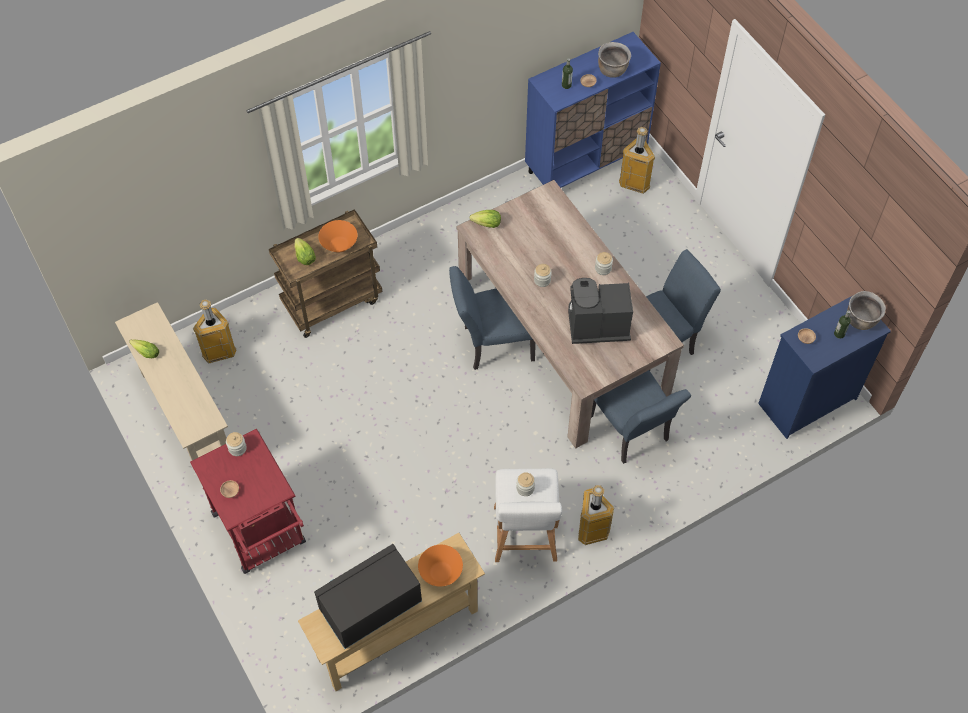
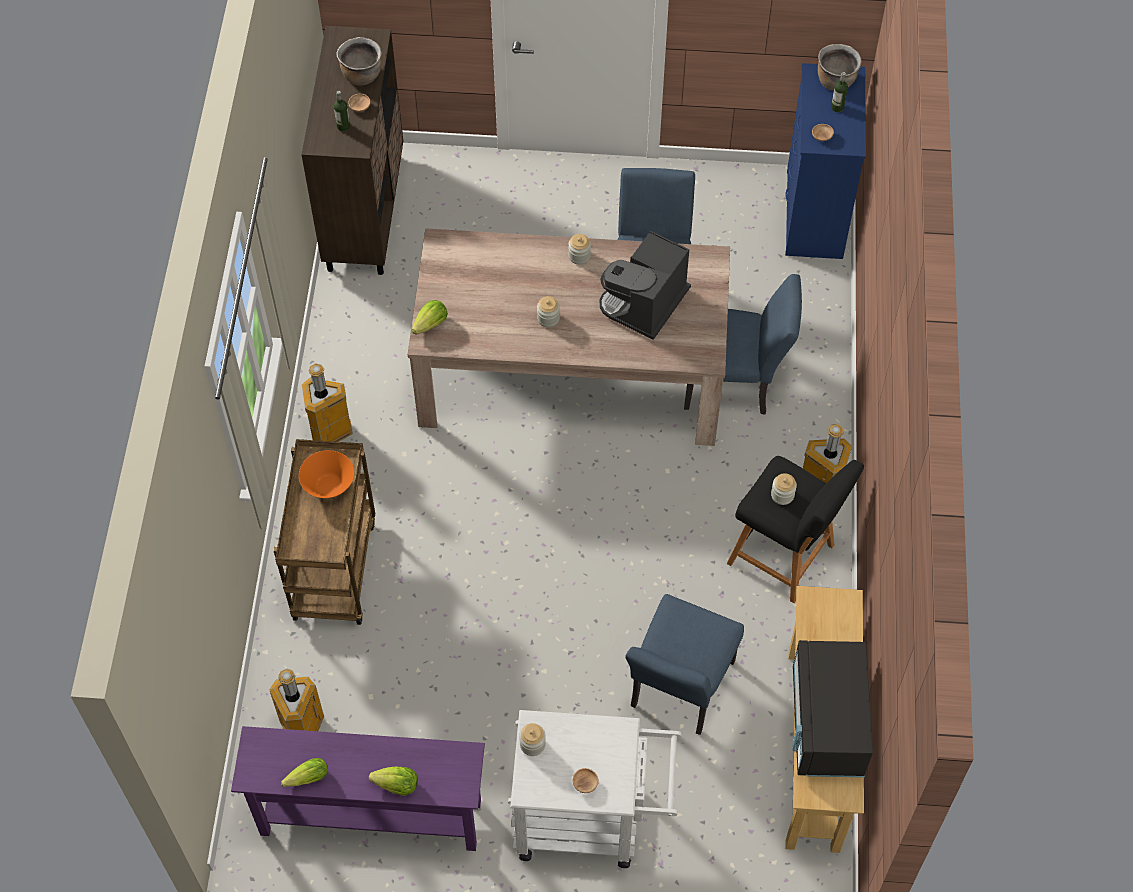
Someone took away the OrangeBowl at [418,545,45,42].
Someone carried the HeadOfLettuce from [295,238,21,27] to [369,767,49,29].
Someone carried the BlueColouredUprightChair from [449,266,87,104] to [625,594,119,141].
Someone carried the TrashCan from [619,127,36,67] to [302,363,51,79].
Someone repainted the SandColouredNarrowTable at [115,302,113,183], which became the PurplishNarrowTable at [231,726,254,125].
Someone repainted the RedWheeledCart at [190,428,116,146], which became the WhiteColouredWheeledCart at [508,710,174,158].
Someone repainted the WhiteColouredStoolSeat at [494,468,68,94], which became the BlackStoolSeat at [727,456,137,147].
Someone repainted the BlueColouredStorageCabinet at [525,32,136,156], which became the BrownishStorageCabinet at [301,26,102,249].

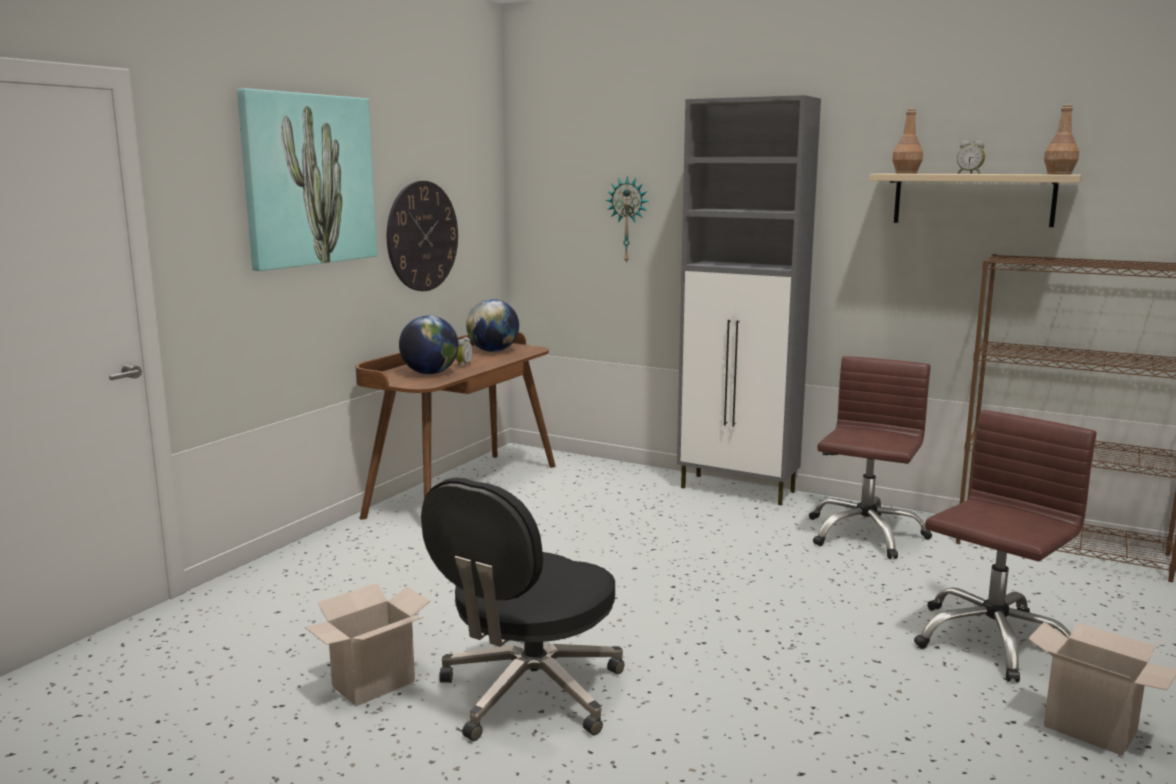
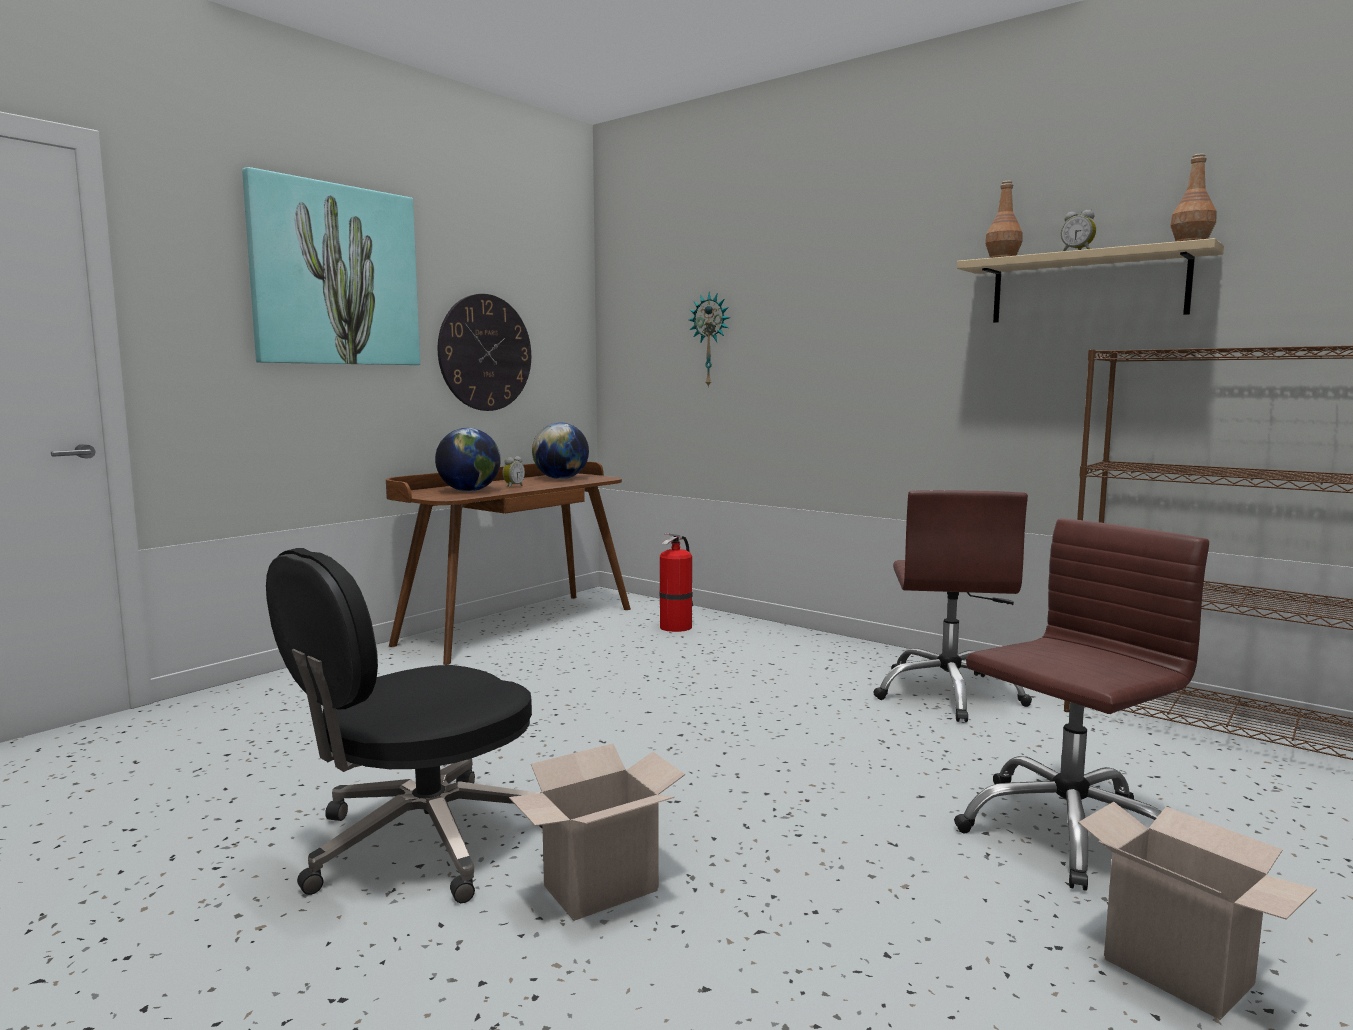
Someone took away the GrayStorageCabinet at [677,95,144,410].
Someone put down the FireFightingCylinder at [660,533,33,99].
Someone carried the Carton from [304,583,127,123] to [509,744,176,177].
Someone rotated the BrownishOfficeChair at [809,356,123,203] by 150 degrees clockwise.

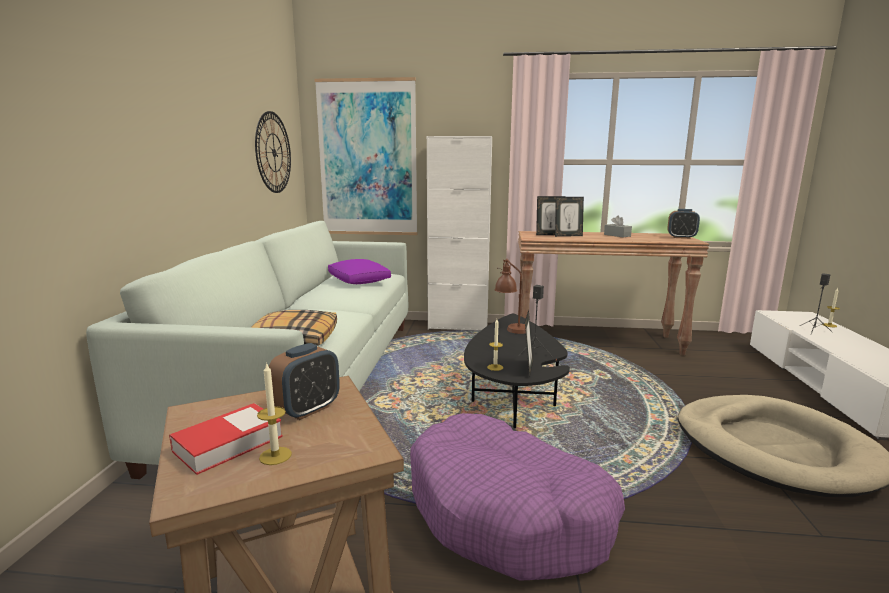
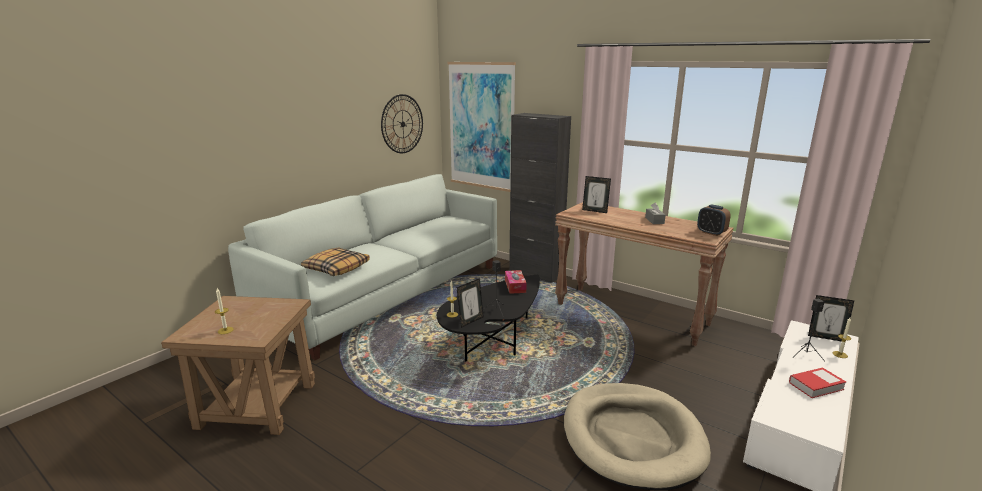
Someone took away the BedsideClock at [268,343,72,77].
Someone took away the PurplishThrowPillow at [328,259,63,25].
Someone took away the PurplishDogBed at [410,413,215,168].
Someone carried the Volume from [169,403,114,72] to [789,368,57,30].
Someone carried the PictureFrame from [555,197,29,40] to [808,295,46,47].
Someone swapped the BrownishLampForATable at [495,259,31,75] for the TissueHolder at [505,270,22,24].
Someone repainted the WhiteColouredStorageCabinet at [427,136,65,195], which became the BlackStorageCabinet at [509,113,62,170].

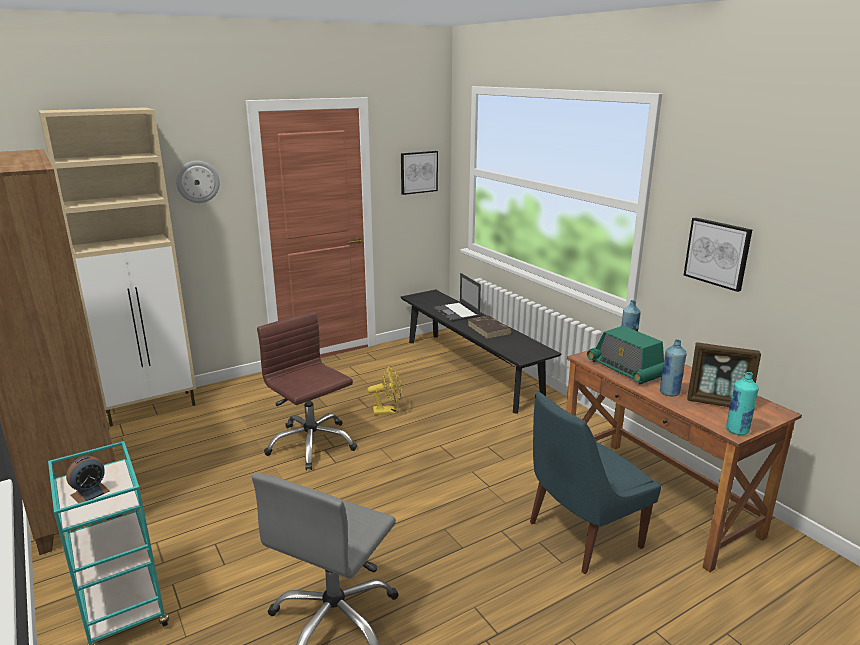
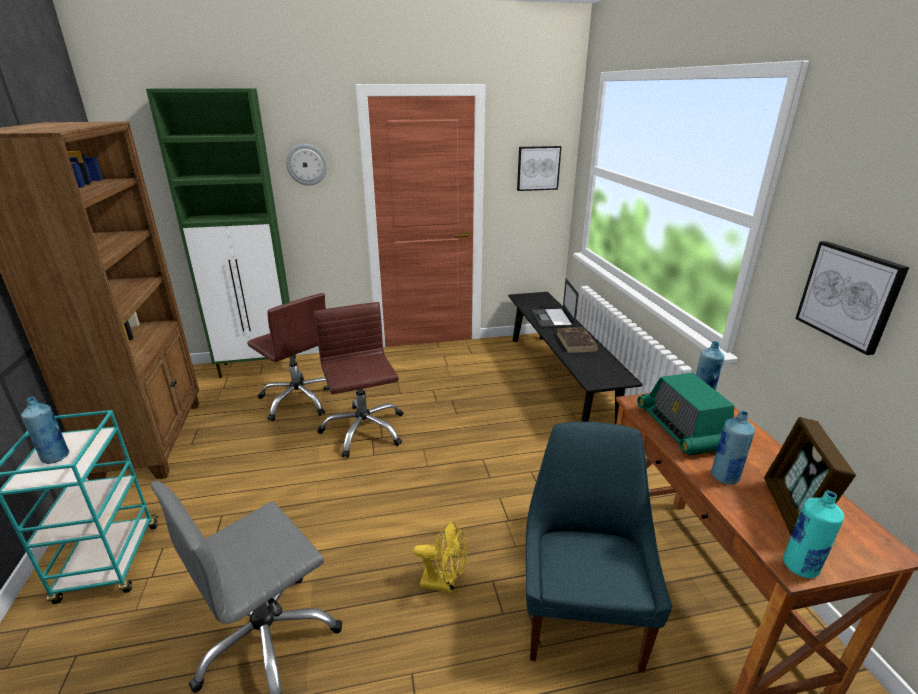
Someone put down the BrownishOfficeChair at [247,293,79,128].
Someone carried the YellowishFan from [367,367,35,48] to [413,521,54,72].
Someone swapped the BedsideClock at [66,455,44,48] for the BlueColouredDrinkBottle at [21,397,48,67].
Someone repainted the SandColouredStorageCabinet at [38,107,158,319], which became the GreenColouredStorageCabinet at [146,89,150,289].
Someone rotated the BlueColouredUprightChair at [530,391,132,183] by 105 degrees clockwise.
Someone rotated the PictureFrame at [687,342,74,65] by 60 degrees clockwise.

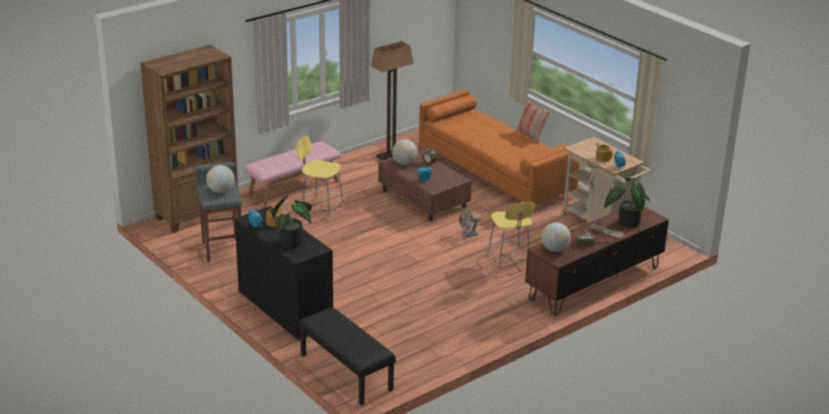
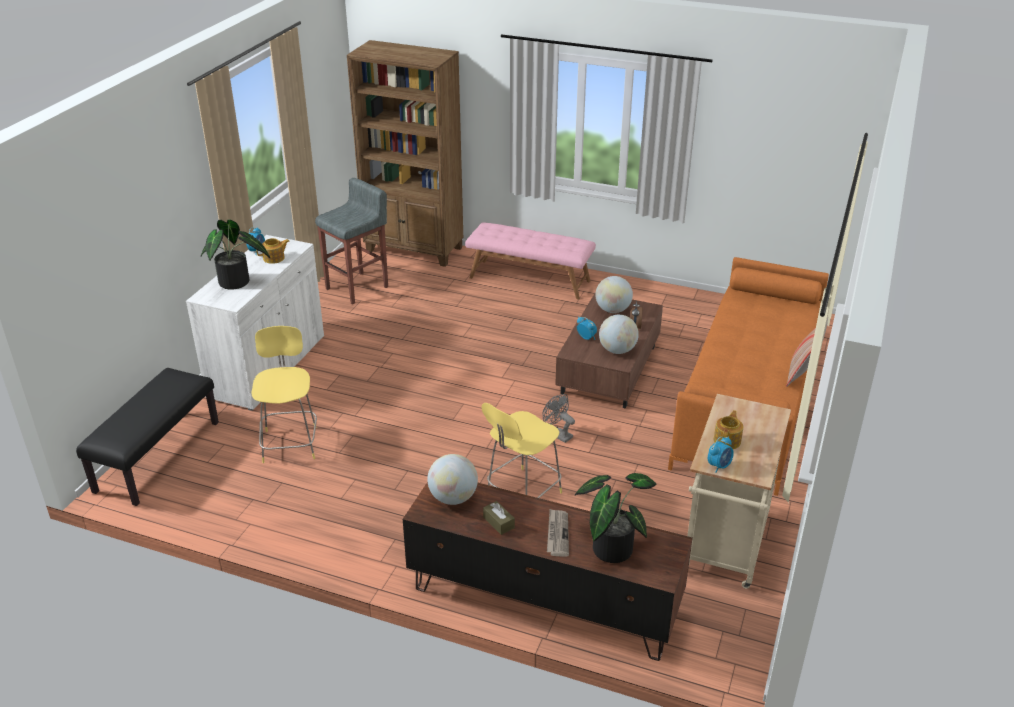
Someone took away the StandardLamp at [371,41,43,119].
Someone carried the DeskGlobe from [206,165,29,28] to [599,314,40,40].
Someone carried the YellowishStoolSeat from [296,135,48,86] to [252,326,65,137].
Someone repainted the BlackStorageCabinet at [235,206,98,135], which became the WhiteColouredStorageCabinet at [186,235,138,176].

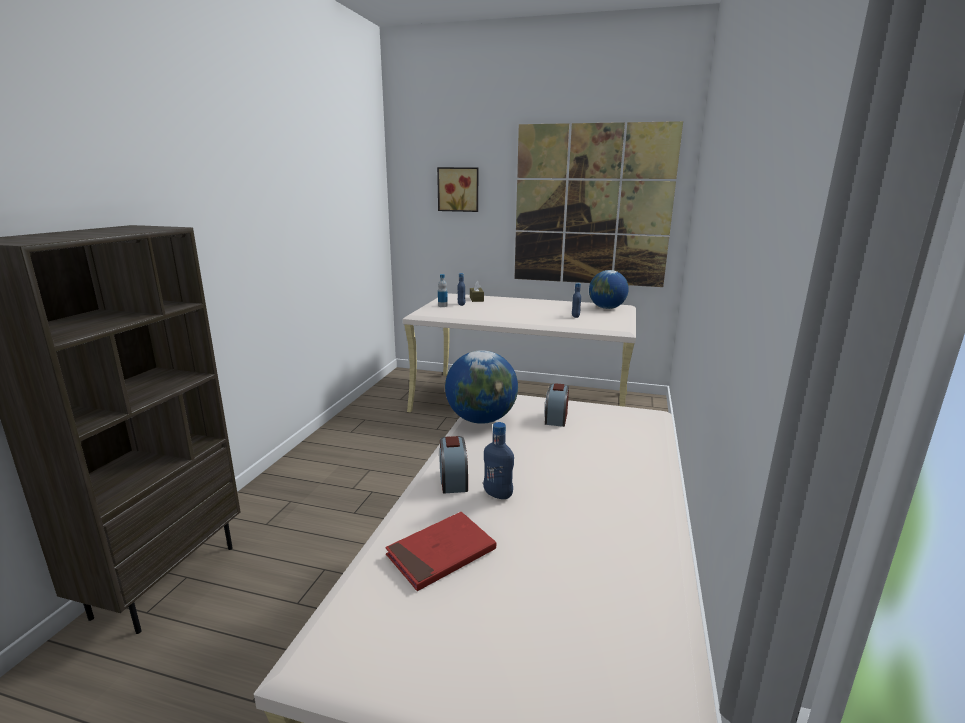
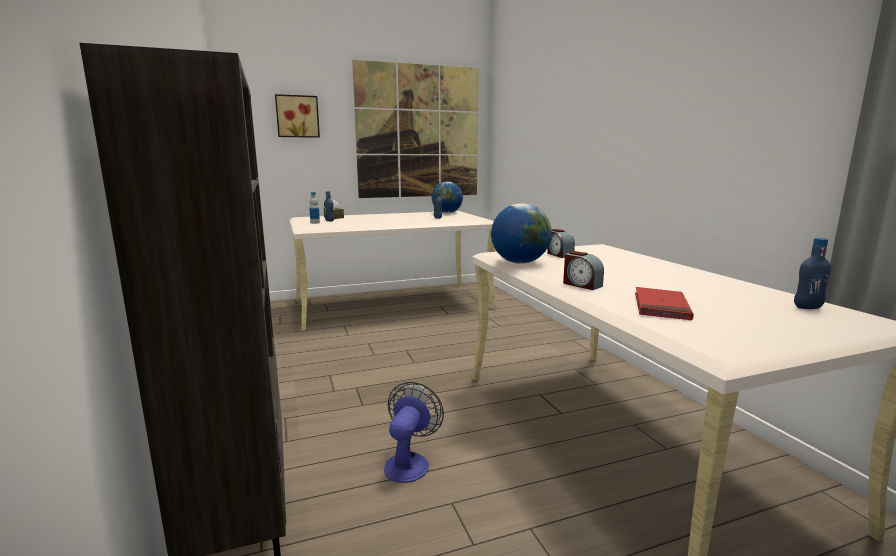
Someone put down the Fan at [384,382,60,101].
Someone carried the BlueColouredDrinkBottle from [483,422,31,77] to [794,238,37,71].

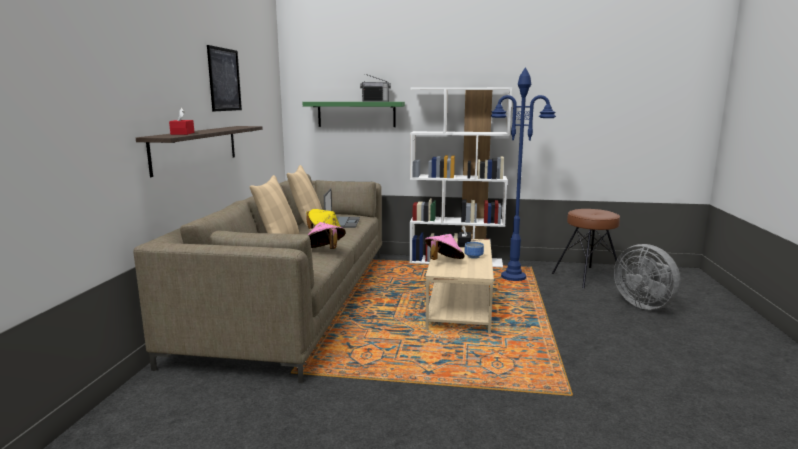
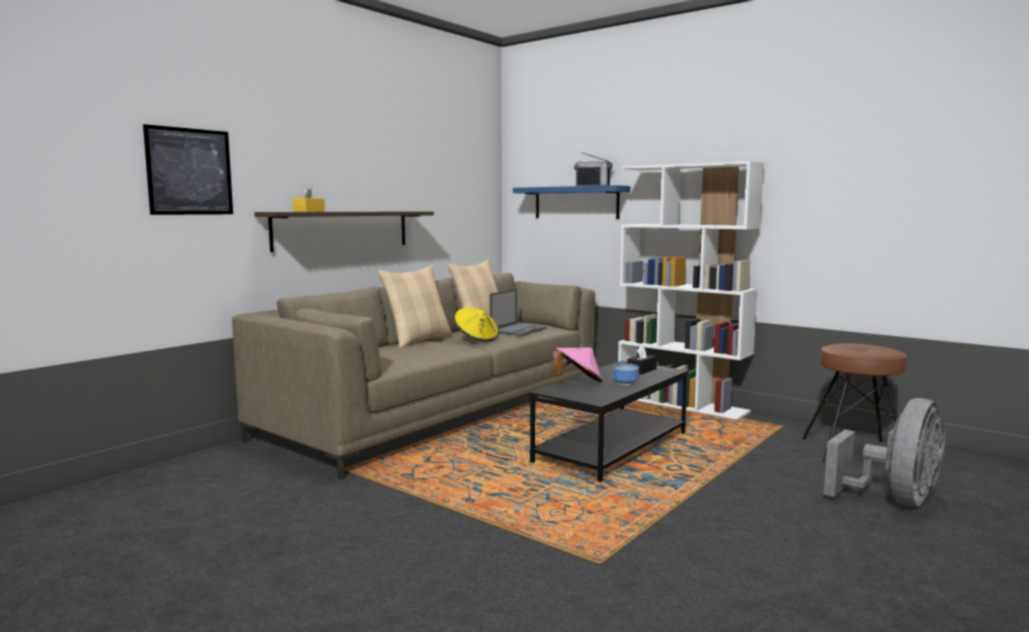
Someone took away the PinkColouredWearableHat at [308,222,38,27].
Someone took away the BlueColouredStandardLamp at [491,67,65,214].
Someone carried the WallPicture from [207,45,35,66] to [143,124,90,91].
Someone repainted the RedTissueHolder at [169,108,25,27], which became the YellowishTissueHolder at [293,186,32,26].
Someone repainted the GreenColouredBracketShelf at [302,102,103,25], which became the BlueColouredBracketShelf at [513,185,117,34].
Someone repainted the SandColouredCoffeeTable at [425,238,69,95], which became the BlackCoffeeTable at [529,360,159,122].
Someone rotated the GrayFan at [614,244,67,66] by 135 degrees counterclockwise.

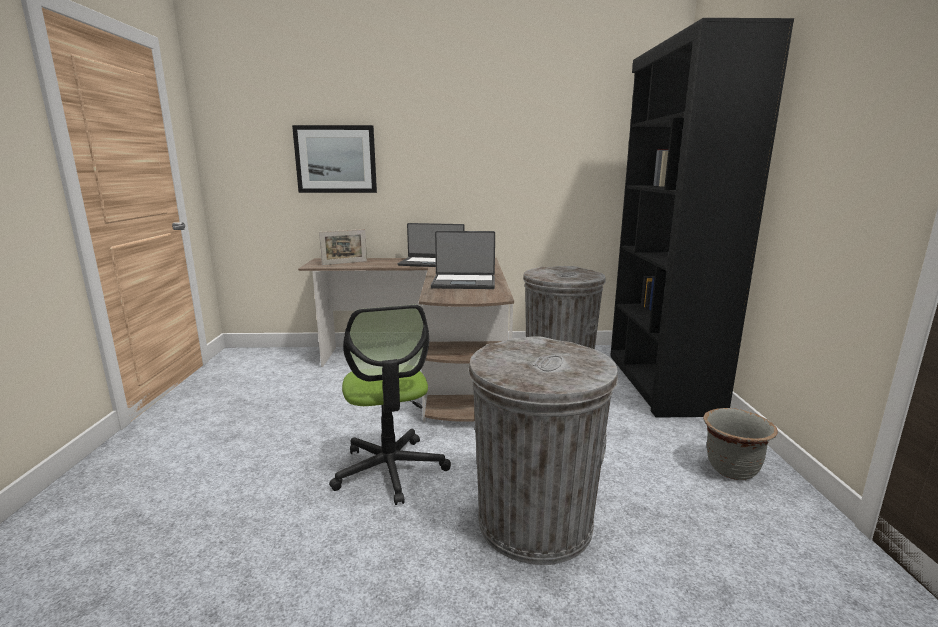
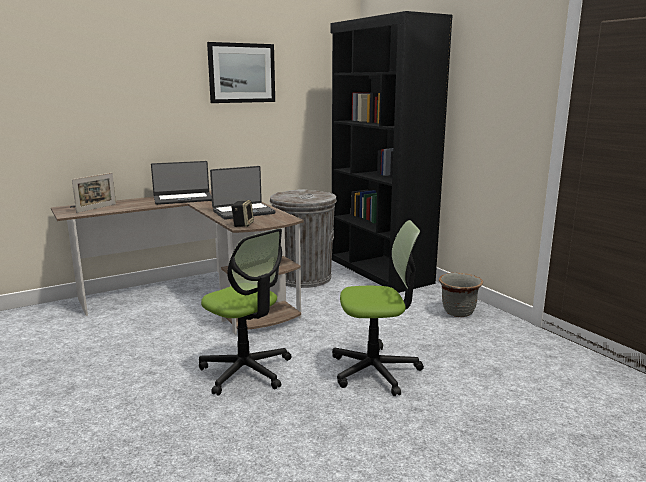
Someone put down the Speaker at [231,200,23,27].
Someone carried the WallPicture from [292,125,85,68] to [207,42,68,61].
Someone swapped the GrayTrashCan at [468,336,150,229] for the OfficeChair at [332,220,92,176].

